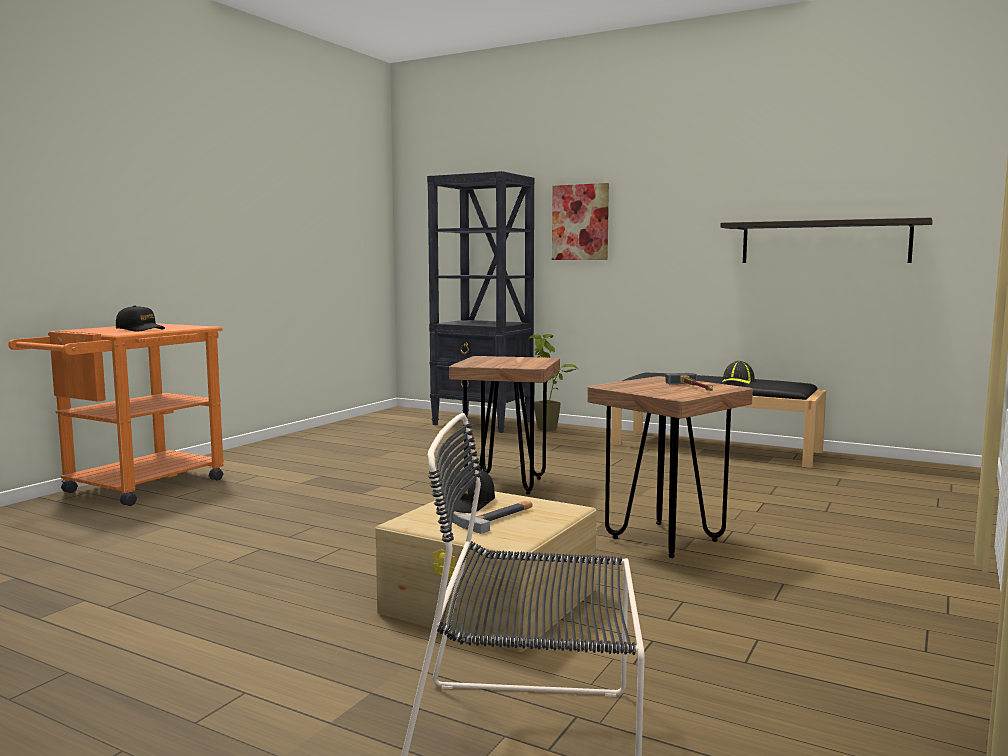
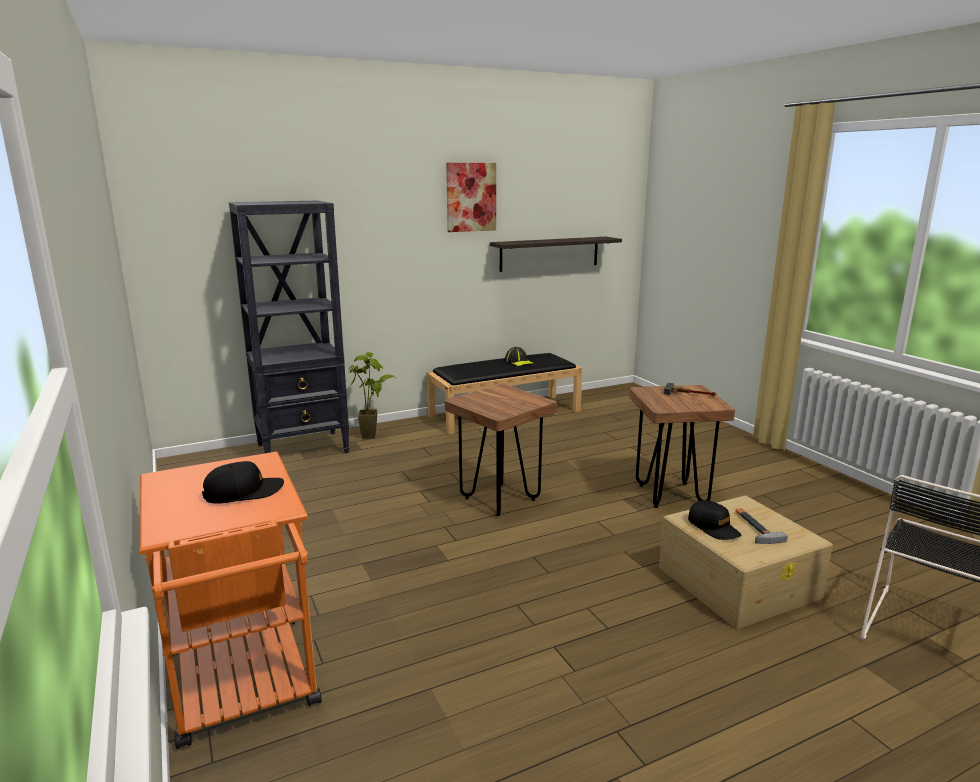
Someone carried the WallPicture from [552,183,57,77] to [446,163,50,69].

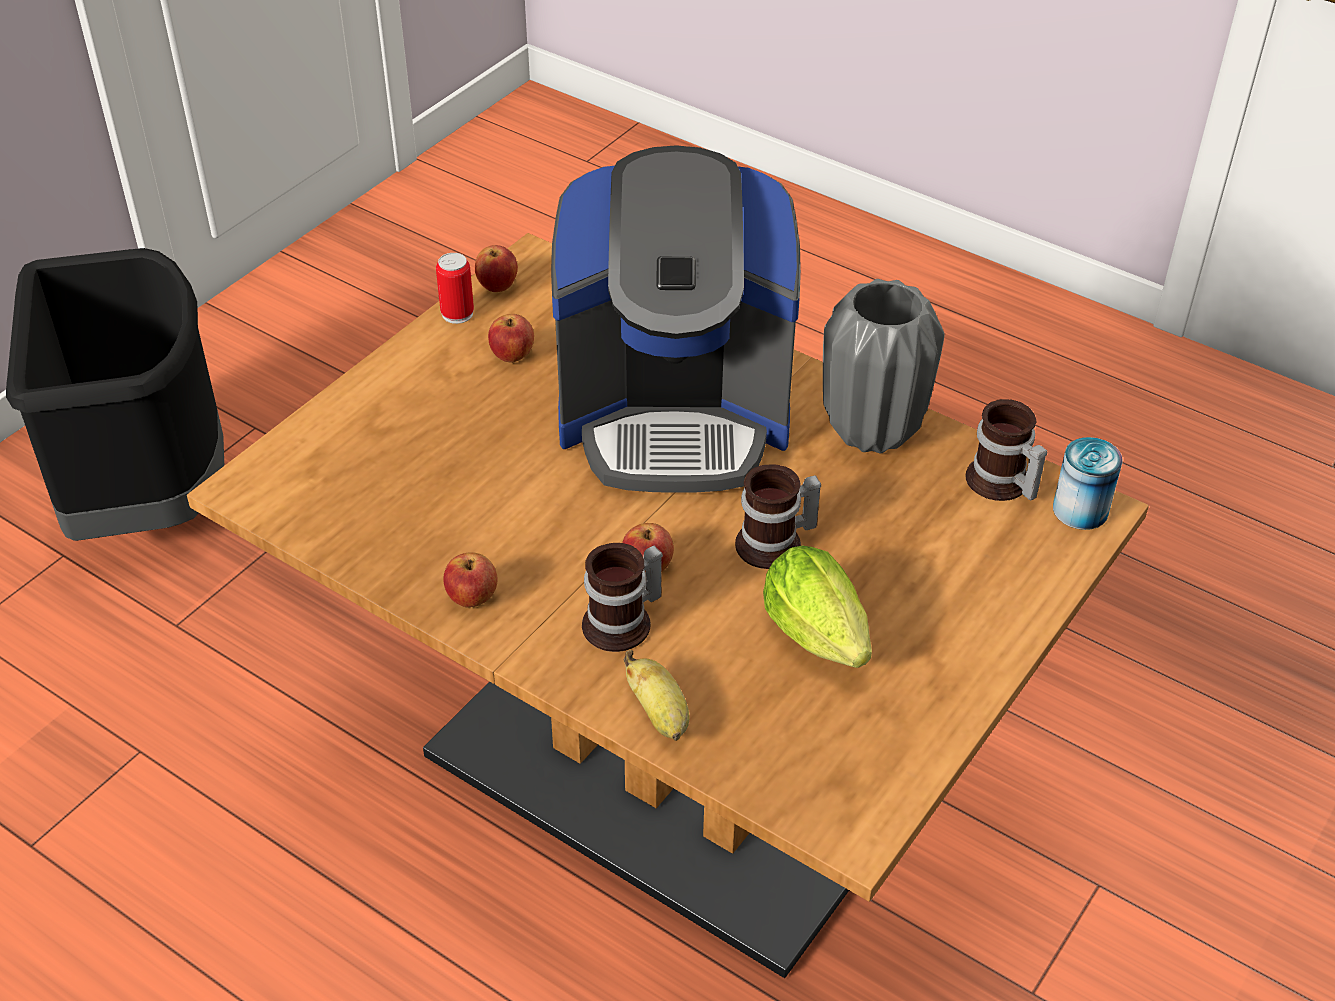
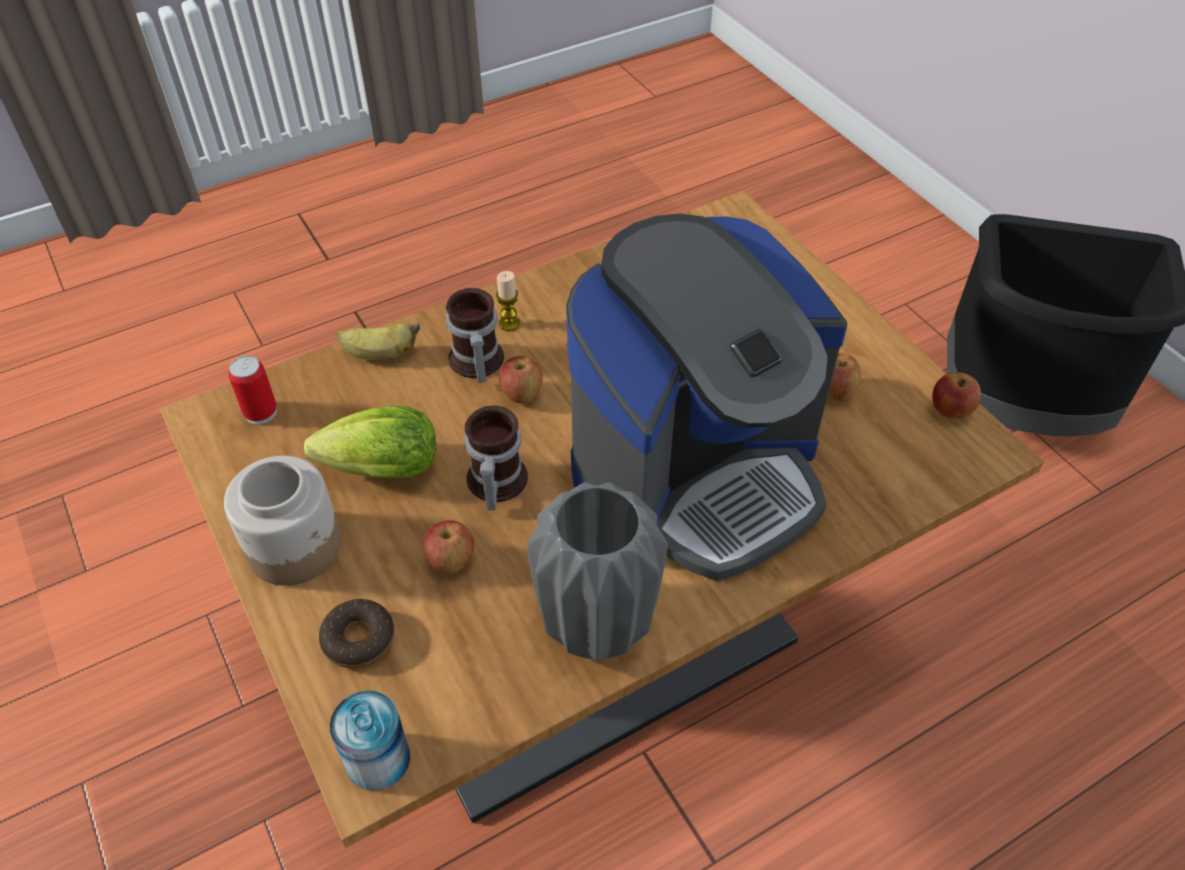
Someone took away the TeaMug at [965,399,82,102].
Someone put down the PreserveJar at [224,456,117,130].
Someone put down the Doughnut at [319,599,75,69].
Someone put down the WaxCandle at [496,271,24,60].
Someone carried the Can from [436,253,38,71] to [228,356,49,68].
Someone carried the AppleFruit from [443,552,55,55] to [423,520,51,54].
Someone rotated the CoffeeBrewer at [551,145,250,348] by 150 degrees counterclockwise.

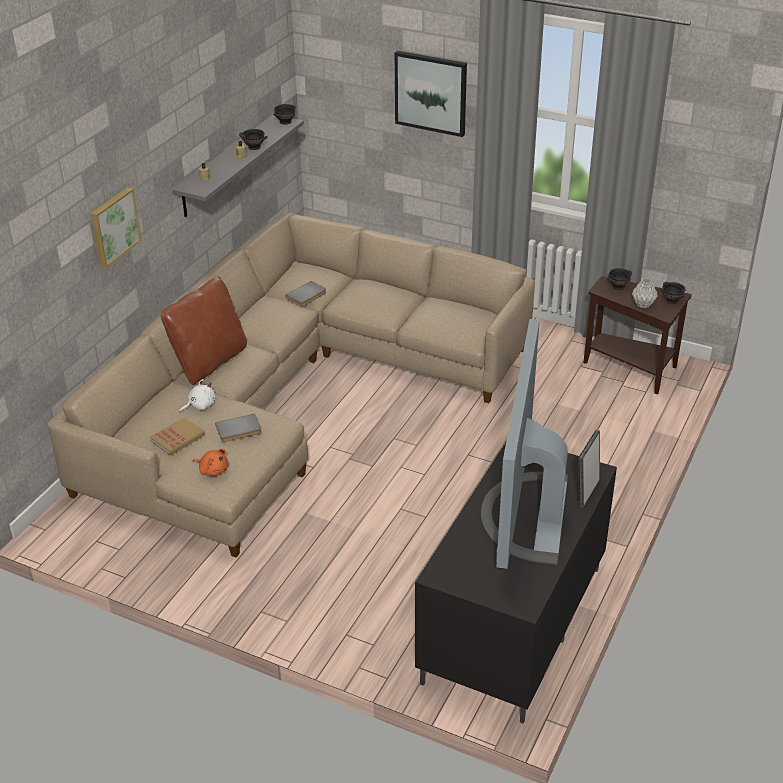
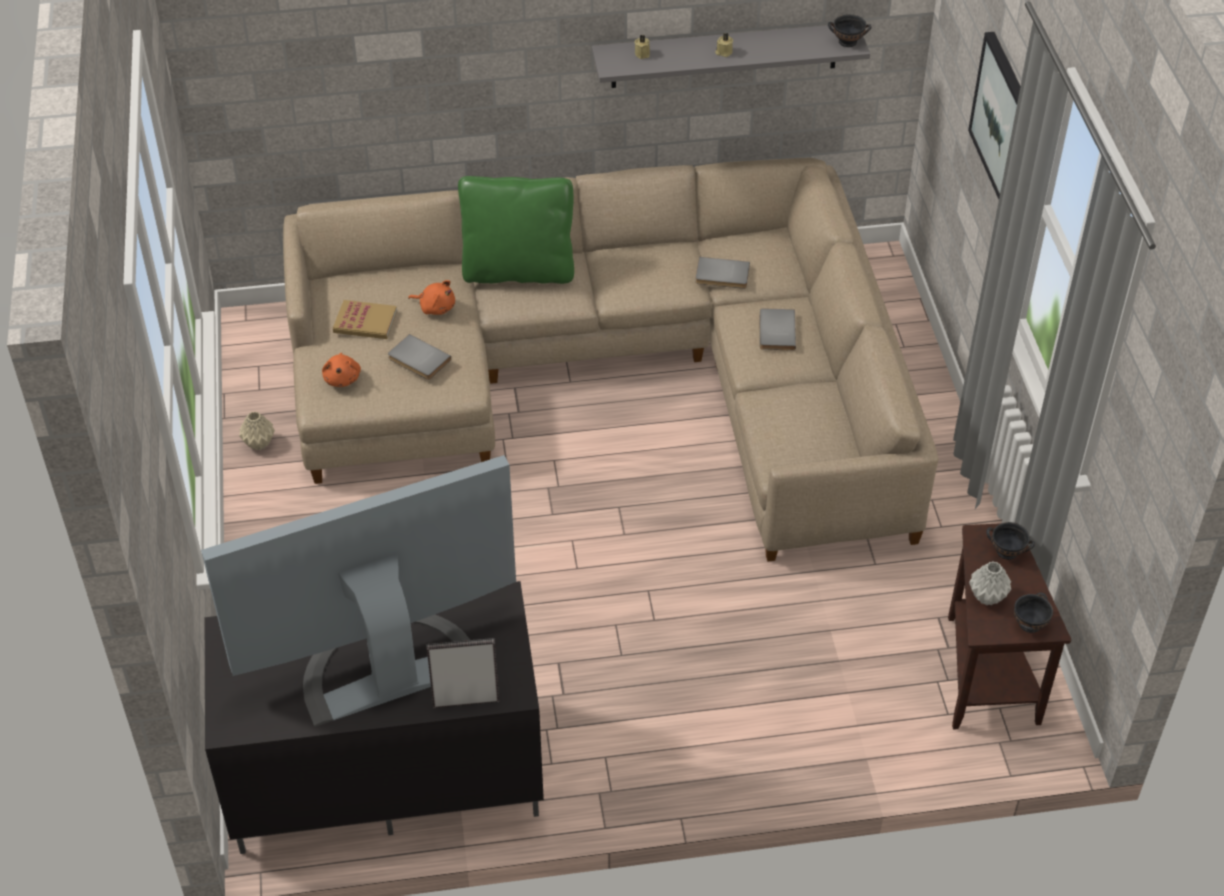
Someone took away the WallPicture at [91,187,50,81].
Someone took away the BlackBowl at [239,129,28,21].
Someone put down the SandColouredVase at [239,411,36,39].
Someone put down the GrayVolume at [760,308,36,43].
Someone repainted the BrownishThrowPillow at [161,276,86,109], which became the GreenColouredThrowPillow at [458,176,116,108].
Someone repainted the WhiteColouredCuddlyToy at [180,379,35,33], which became the OrangeCuddlyToy at [408,280,47,35].

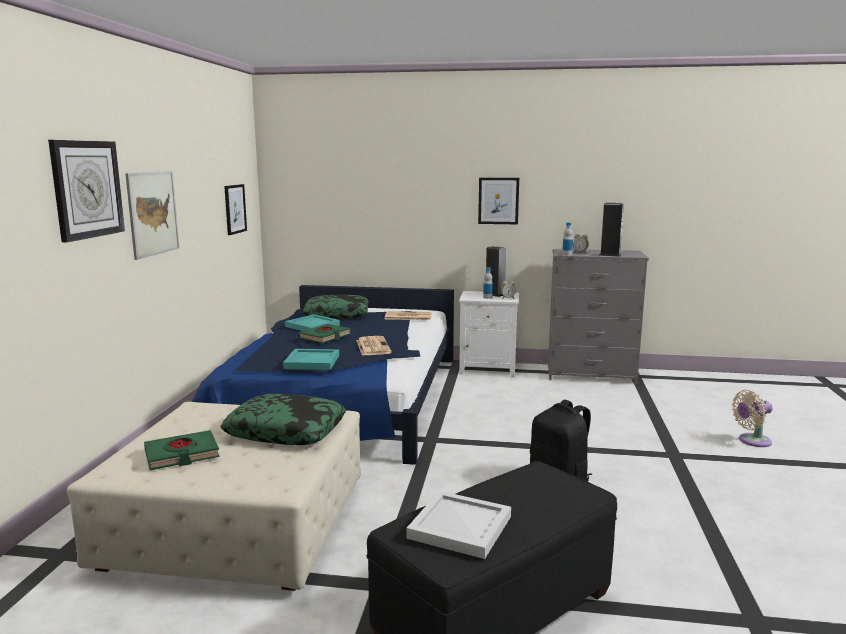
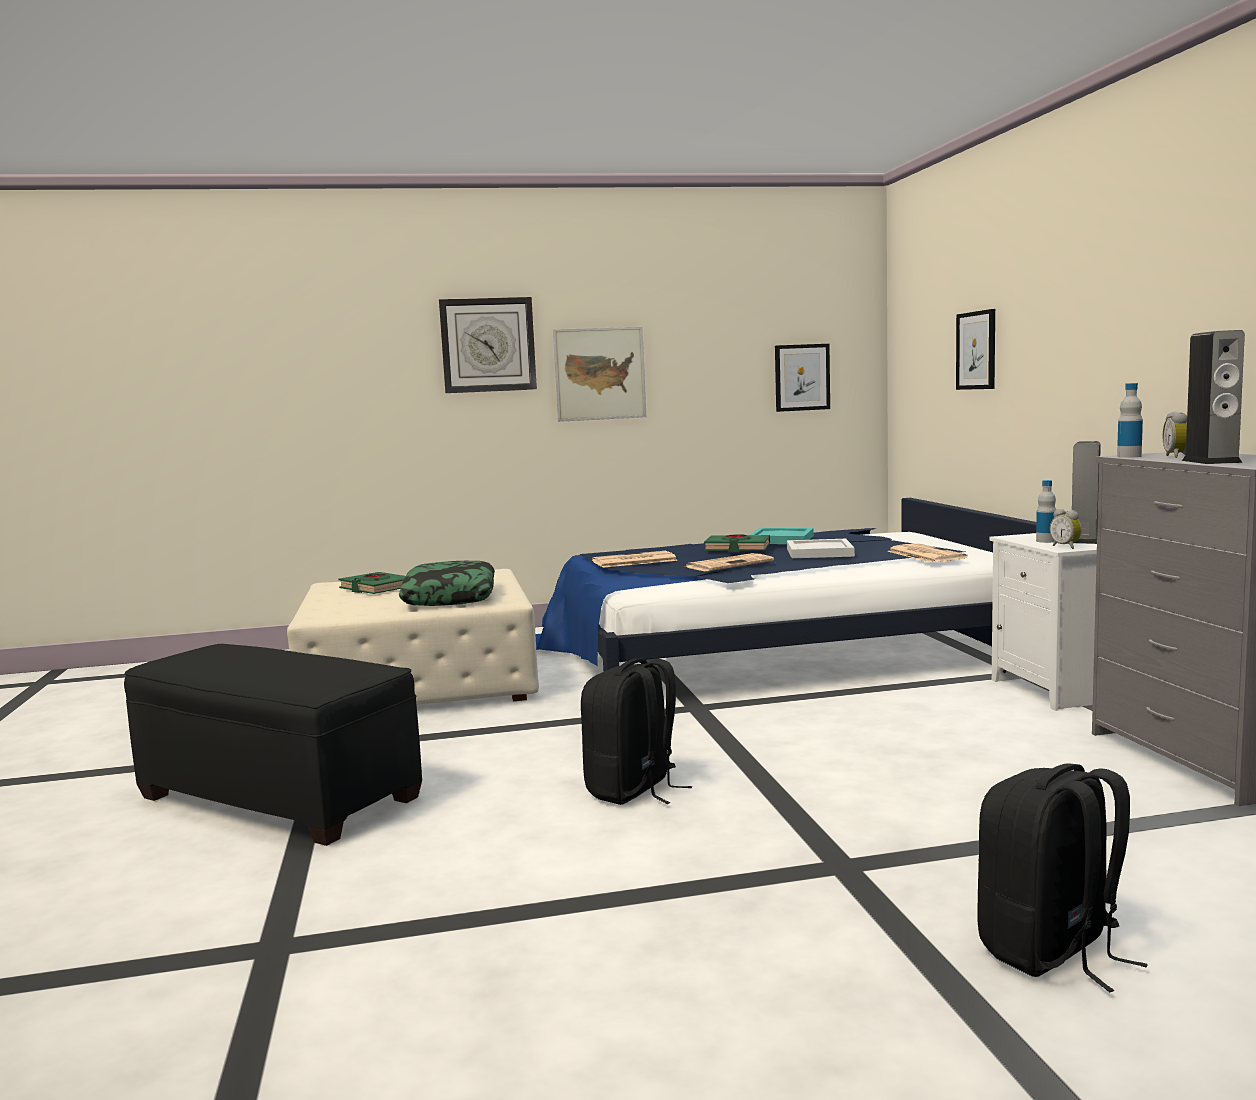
Someone took away the ThrowPillow at [303,295,66,24].
Someone carried the WhiteColouredTray from [406,491,105,68] to [787,539,68,19].
Someone carried the WallPicture from [478,178,41,46] to [956,309,39,81].
Someone swapped the BlueGreenTray at [283,349,56,21] for the DailyPaper at [592,551,85,17].
Someone swapped the SandColouredFan at [732,390,41,57] for the BlackKnapsack at [977,763,171,229].

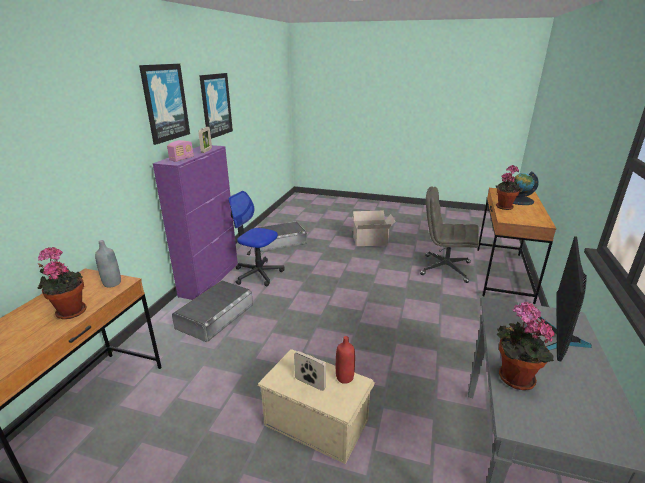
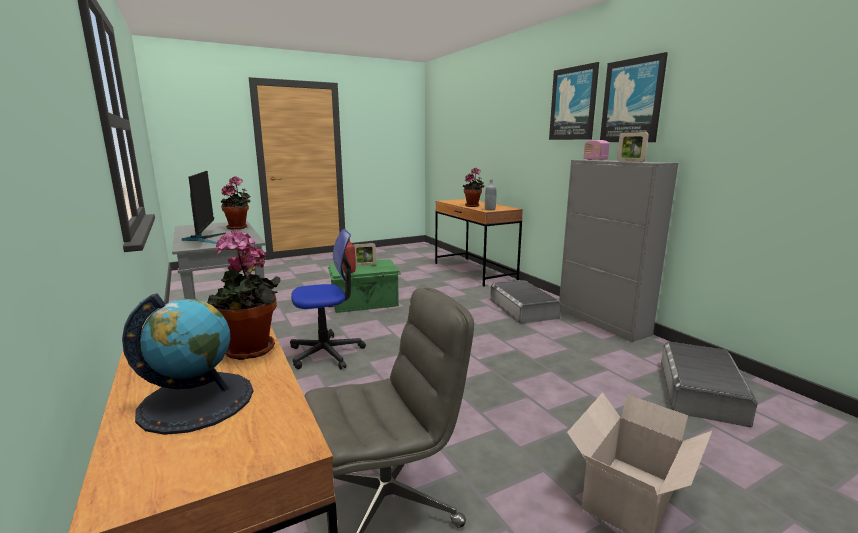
Someone carried the WallPicture from [199,73,34,66] to [549,62,50,78].
Someone carried the OfficeChair from [228,191,57,95] to [290,229,76,141].
Someone repainted the PurplishStorageCabinet at [153,145,85,155], which became the GrayStorageCabinet at [559,160,119,182].
Someone repainted the SandColouredStorageContainer at [258,349,118,116], which became the GreenColouredStorageContainer at [328,259,73,54].

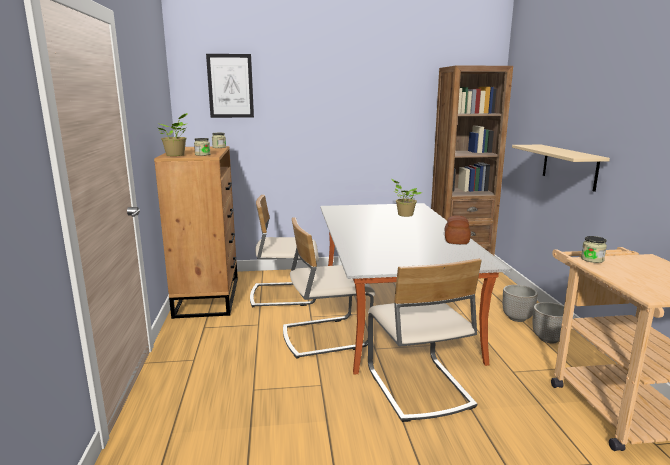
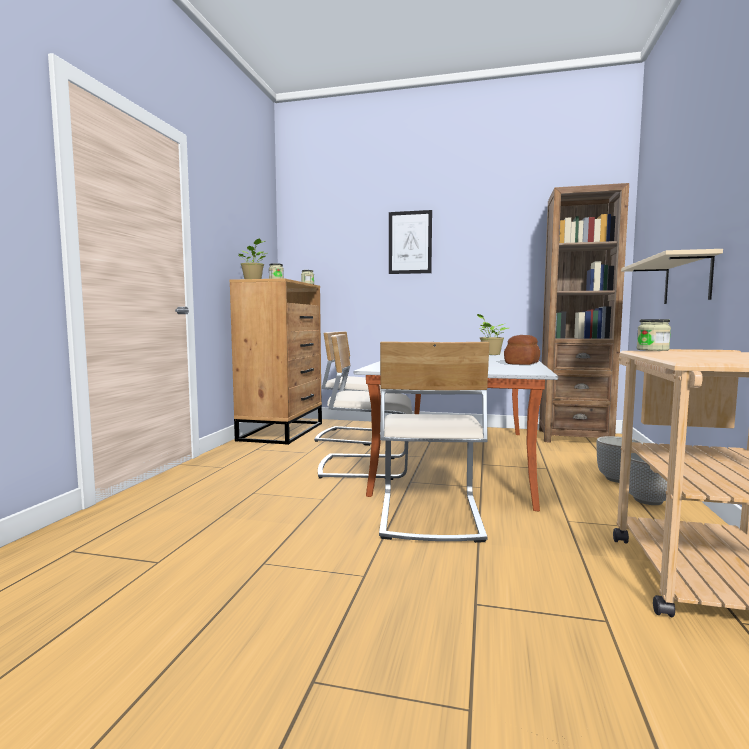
Someone carried the WallPicture from [206,54,48,64] to [389,210,43,64].

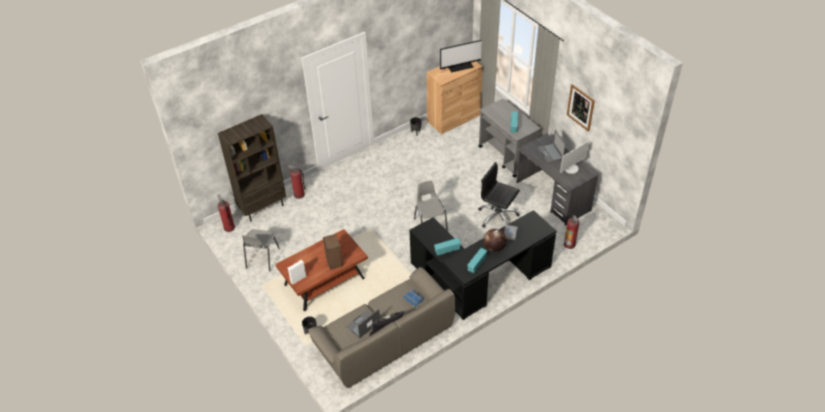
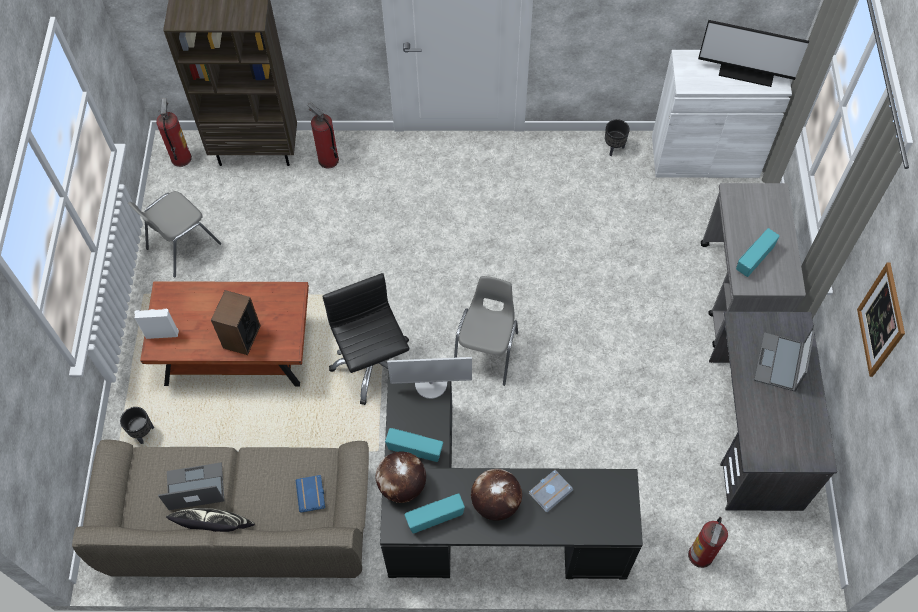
Someone put down the DeskGlobe at [376,451,50,52].
Someone carried the BlackOfficeChair from [478,162,42,66] to [322,273,87,132].
Someone carried the Monitor from [560,141,29,33] to [387,357,85,42].
Someone repainted the BrownishStorageCabinet at [426,61,57,73], which became the WhiteColouredStorageCabinet at [652,50,140,128].

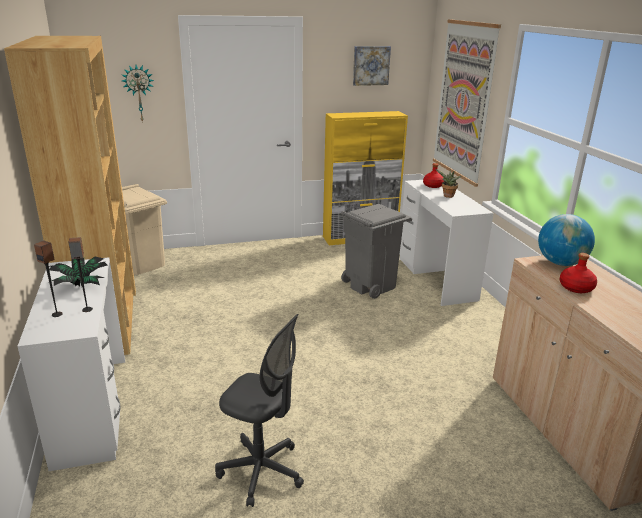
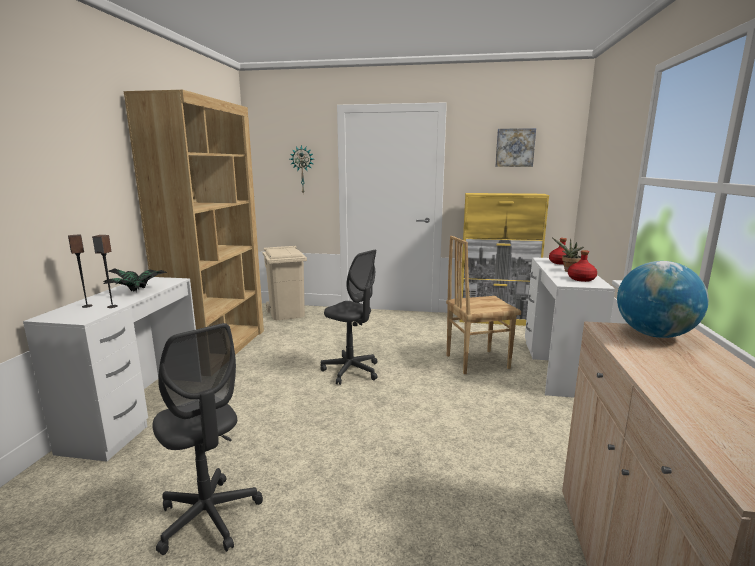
Someone took away the WallPicture at [433,19,68,168].
Someone put down the GrayOfficeChair at [321,250,56,135].
Someone carried the RedDrinkBottle from [559,253,38,40] to [568,250,29,32].
Someone swapped the GrayTrashCan at [341,204,71,95] for the BrownishUprightChair at [446,236,75,138].

